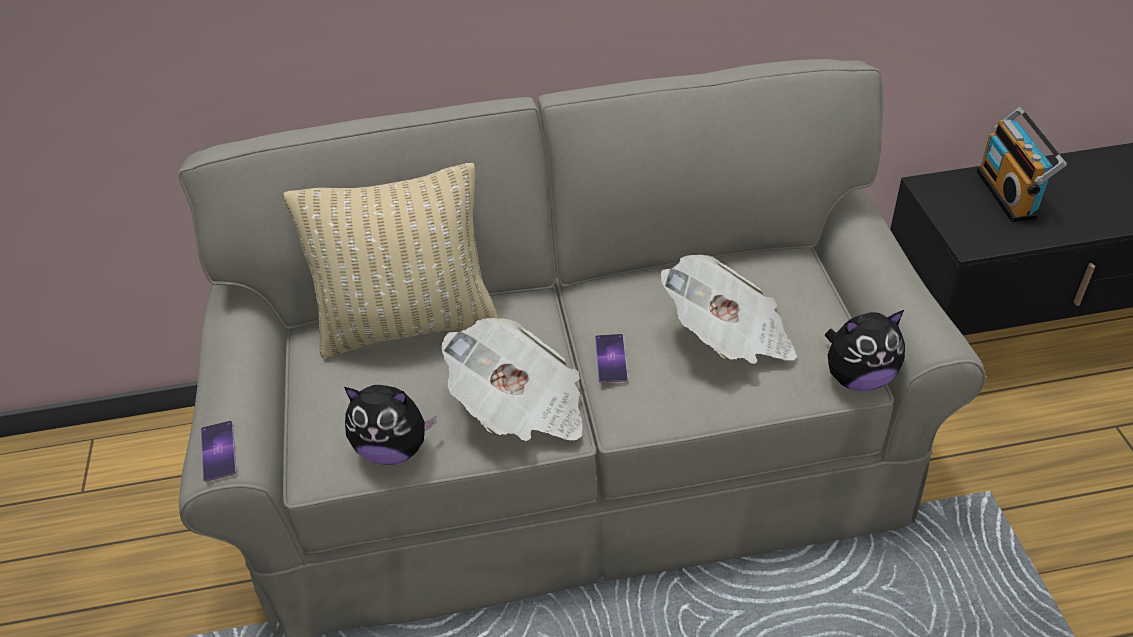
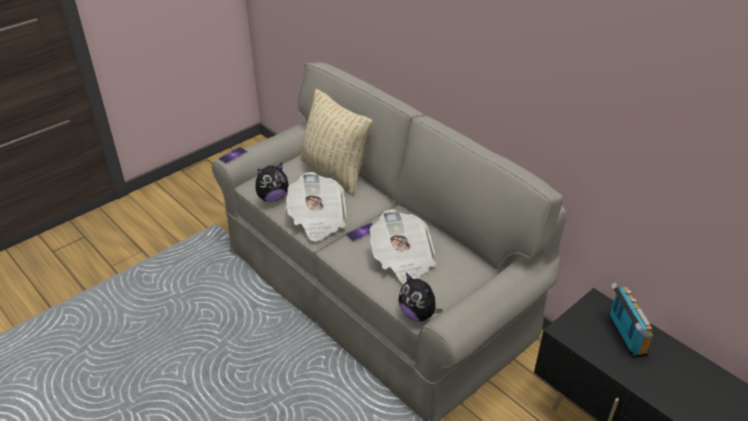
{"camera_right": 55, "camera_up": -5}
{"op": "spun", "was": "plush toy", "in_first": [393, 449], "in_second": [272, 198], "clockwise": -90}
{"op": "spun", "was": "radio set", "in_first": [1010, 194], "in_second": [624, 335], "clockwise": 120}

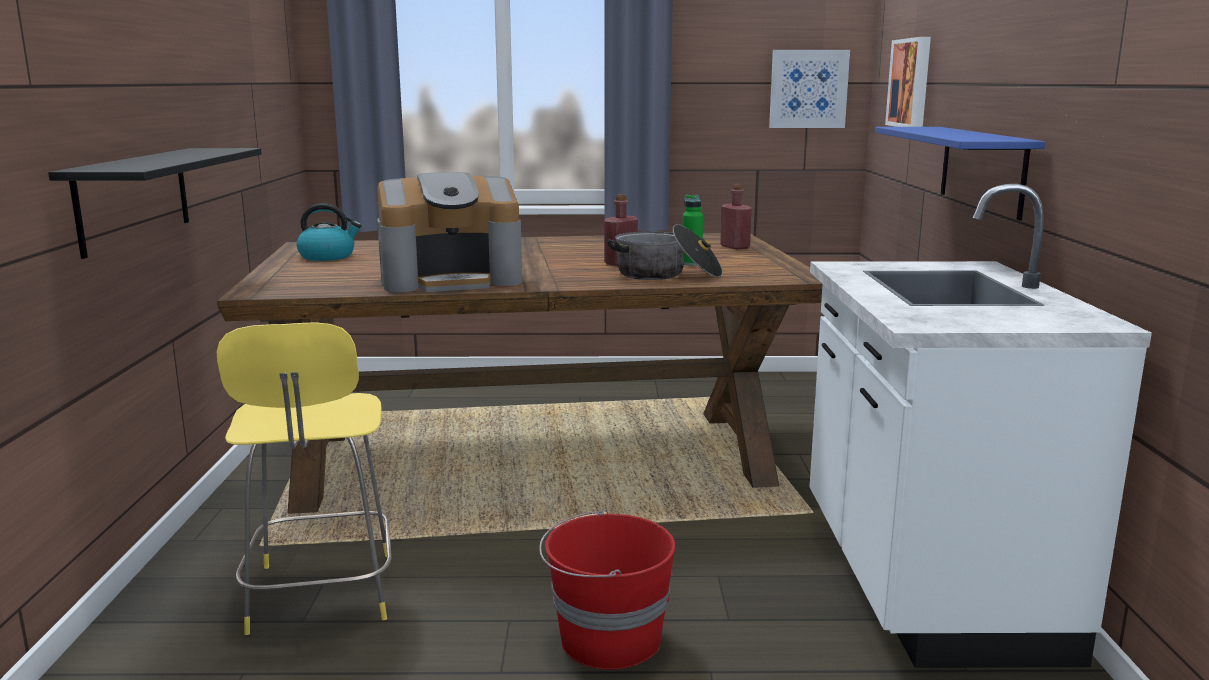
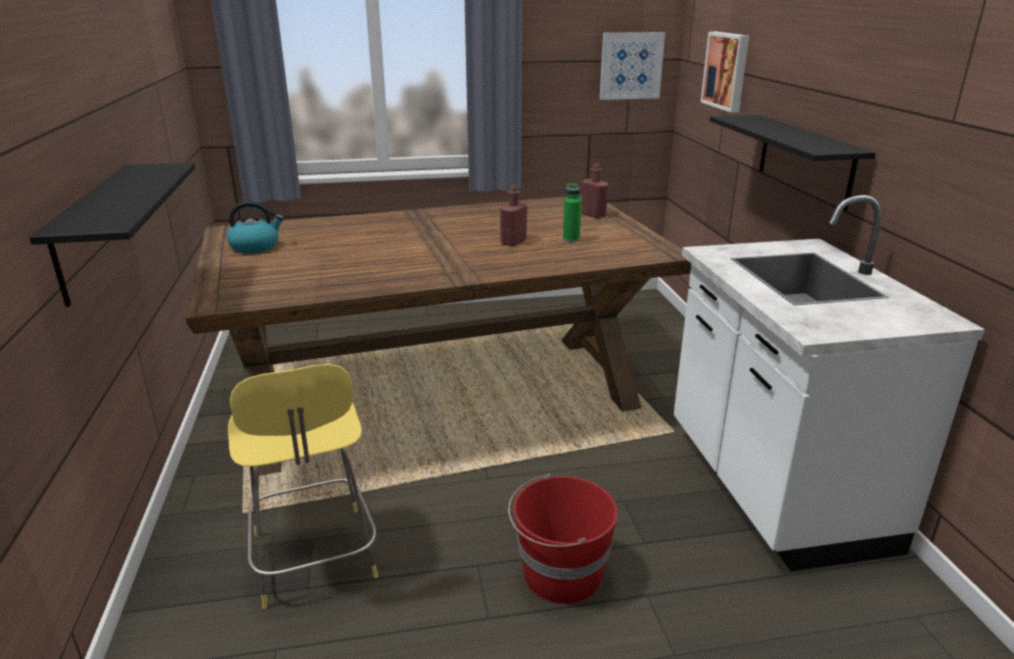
{"camera_right": -10, "camera_up": 10}
{"op": "colour", "was": "wall shelf/blue-coloured", "now": "wall shelf/blackish", "in_first": [982, 169], "in_second": [805, 160]}
{"op": "missing", "was": "coffee machine", "in_first": [452, 279]}
{"op": "missing", "was": "stockpot", "in_first": [667, 274]}

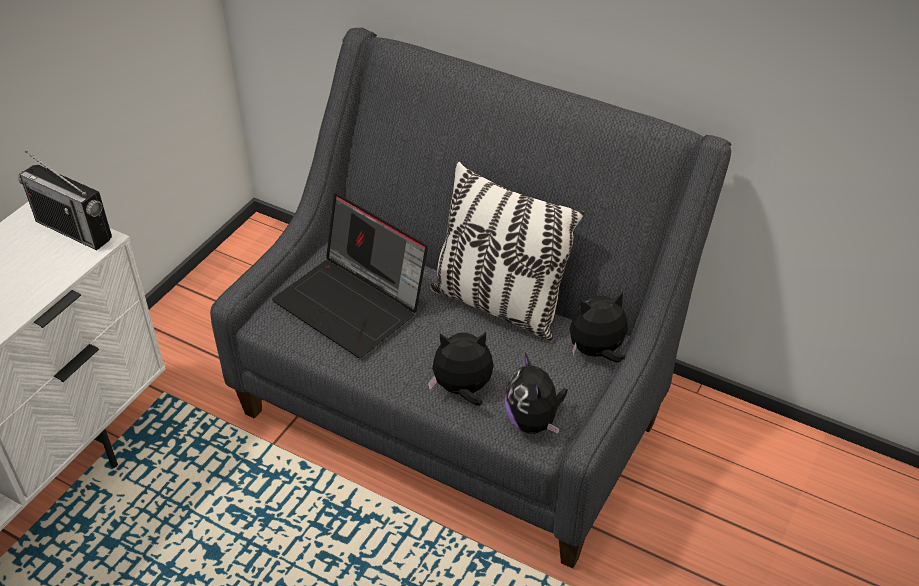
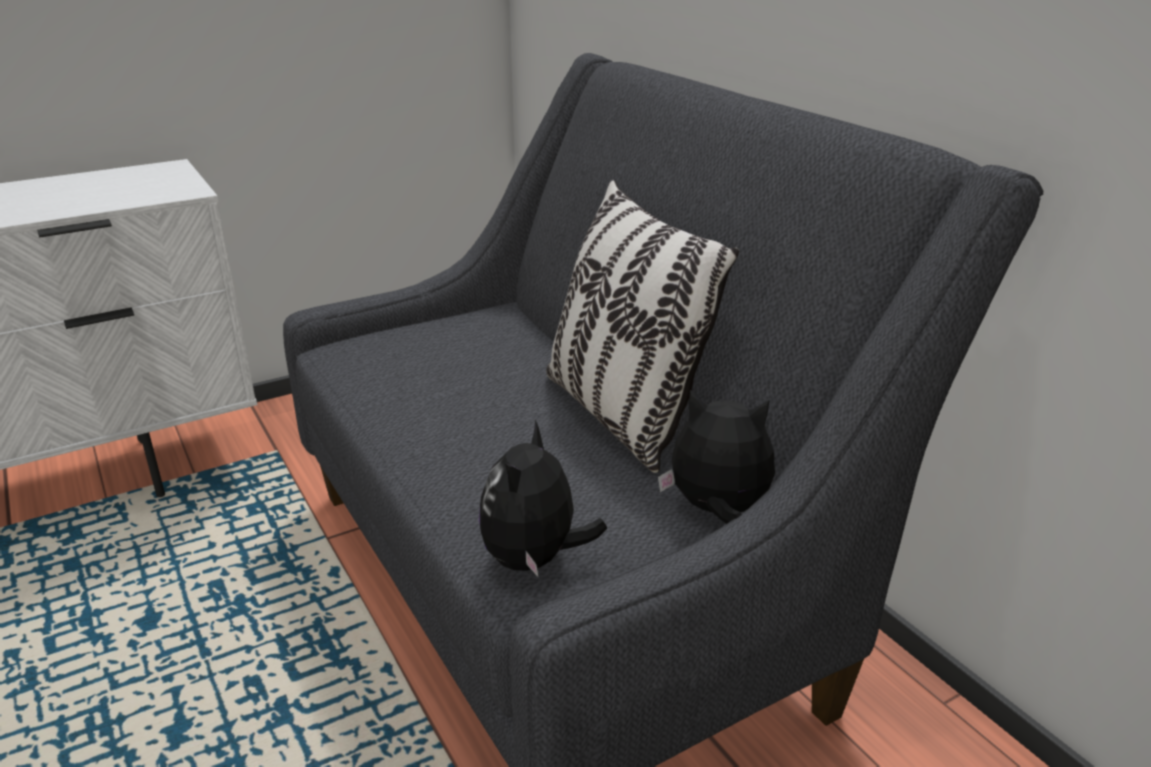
{"camera_right": 30, "camera_up": -15}
{"op": "missing", "was": "radio set", "in_first": [74, 230]}
{"op": "missing", "was": "notebook computer", "in_first": [353, 304]}
{"op": "missing", "was": "plush toy", "in_first": [462, 390]}

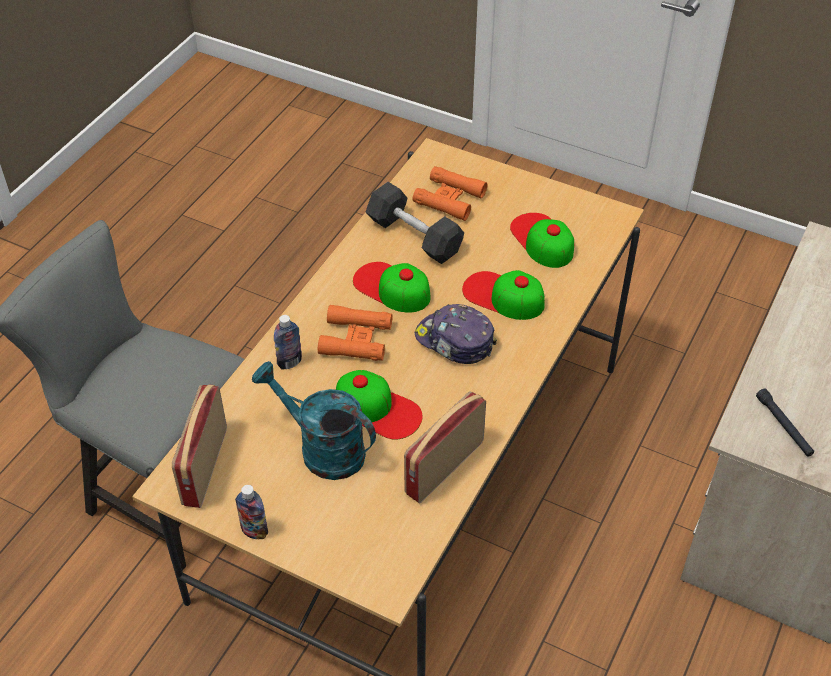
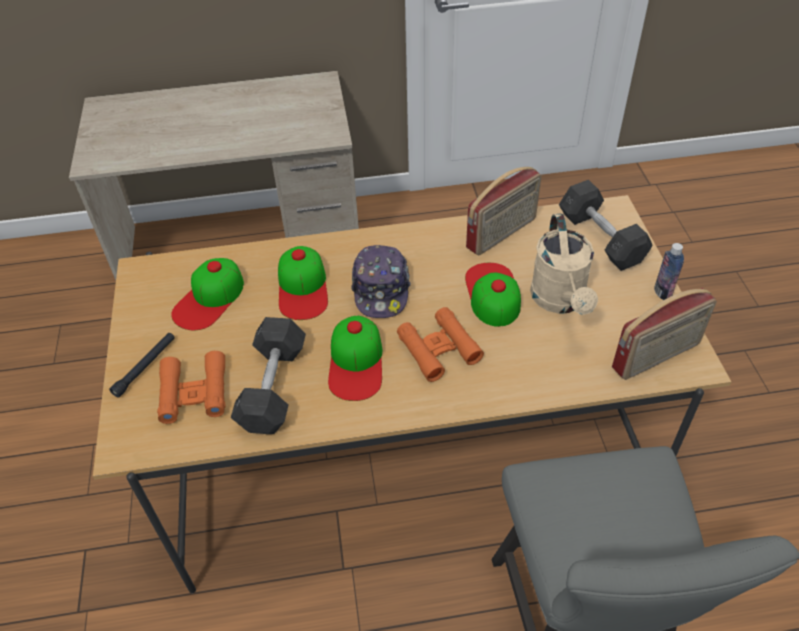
{"camera_right": -125, "camera_up": 0}
{"op": "relocated", "was": "flashlight/blackish", "in_first": [784, 426], "in_second": [145, 367]}
{"op": "spun", "was": "radio set", "in_first": [443, 467], "in_second": [502, 234], "clockwise": -45}
{"op": "colour", "was": "watering pot/turquoise-coloured", "now": "watering pot/sand-coloured", "in_first": [322, 449], "in_second": [560, 301]}
{"op": "appeared", "now": "free weight/gray", "in_second": [601, 238]}
{"op": "missing", "was": "beverage bottle", "in_first": [289, 362]}

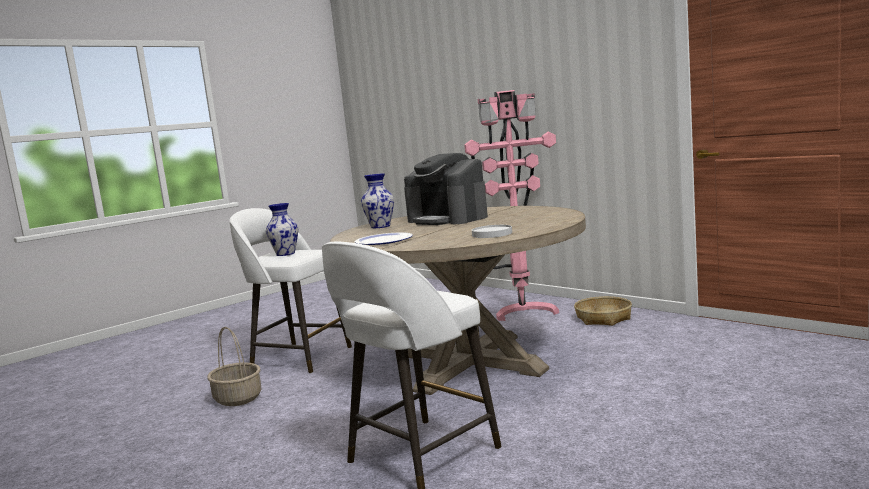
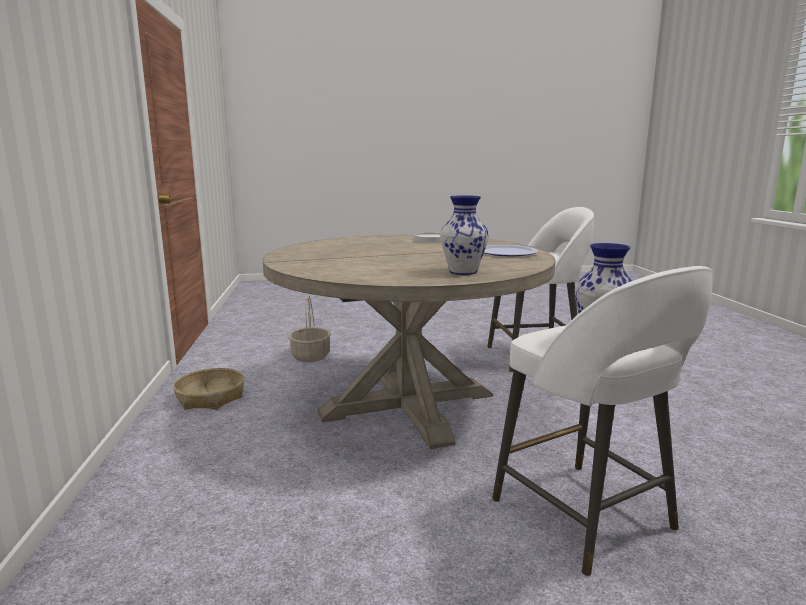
{"camera_right": -145, "camera_up": 5}
{"op": "relocated", "was": "basket", "in_first": [237, 398], "in_second": [311, 356]}
{"op": "missing", "was": "coffee machine", "in_first": [448, 219]}
{"op": "missing", "was": "floor lamp/pinkish", "in_first": [523, 310]}

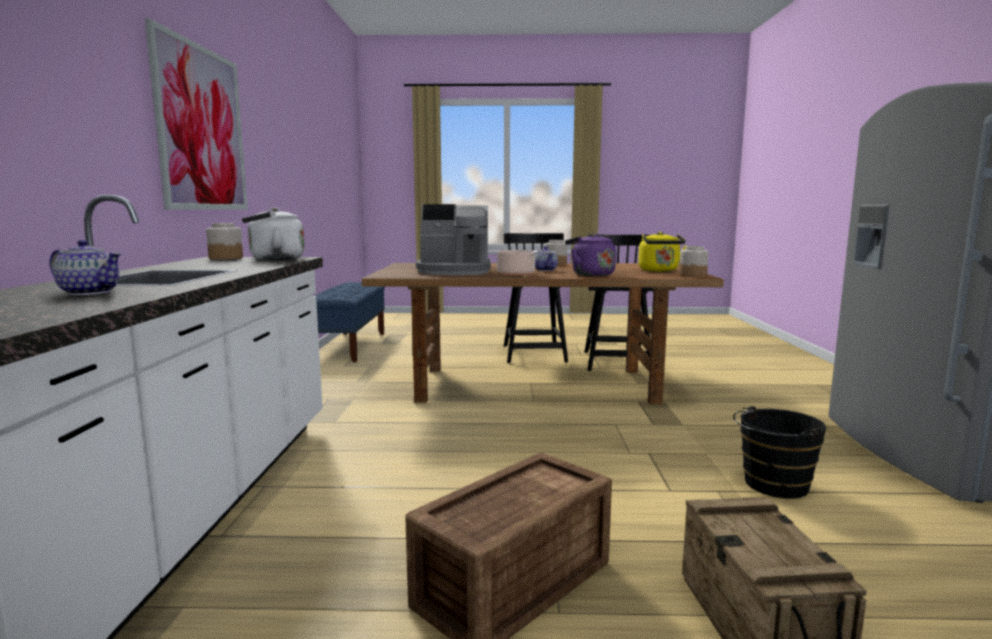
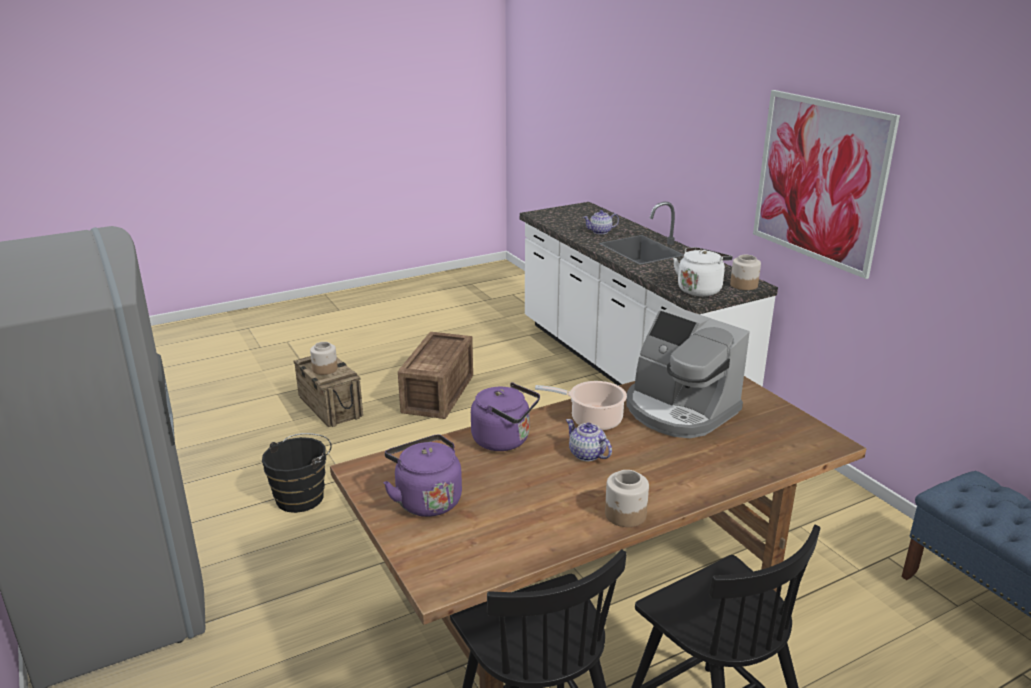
{"camera_right": 150, "camera_up": 15}
{"op": "relocated", "was": "preserve jar", "in_first": [693, 275], "in_second": [325, 369]}
{"op": "colour", "was": "kettle/yellow", "now": "kettle/purplish", "in_first": [659, 271], "in_second": [426, 500]}
{"op": "spun", "was": "coffee machine", "in_first": [455, 271], "in_second": [679, 410], "clockwise": -105}

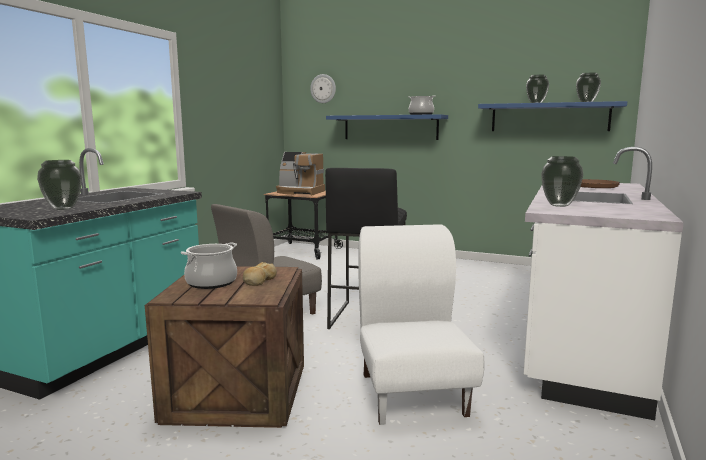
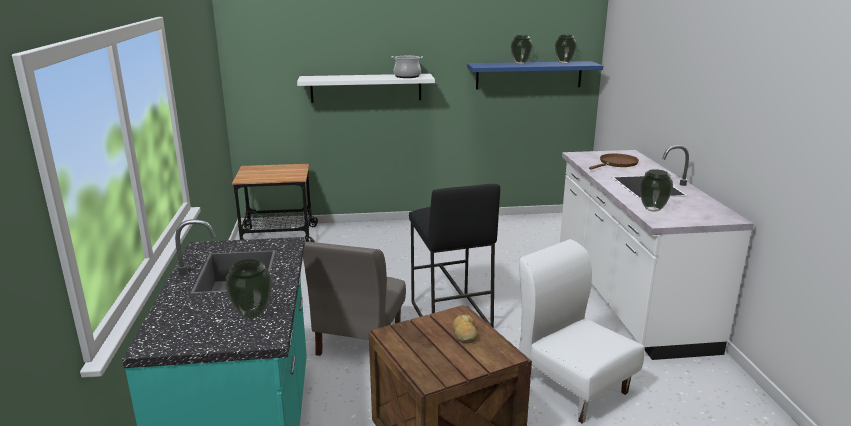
{"camera_right": -30, "camera_up": 10}
{"op": "colour", "was": "wall shelf/blue-coloured", "now": "wall shelf/white", "in_first": [390, 127], "in_second": [366, 88]}
{"op": "missing", "was": "stockpot", "in_first": [211, 282]}
{"op": "missing", "was": "coffee machine", "in_first": [300, 192]}
{"op": "missing", "was": "clock on the wall", "in_first": [323, 88]}

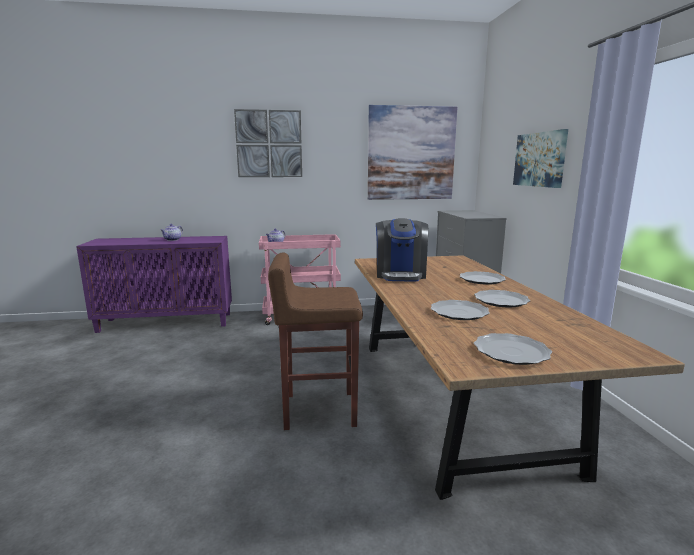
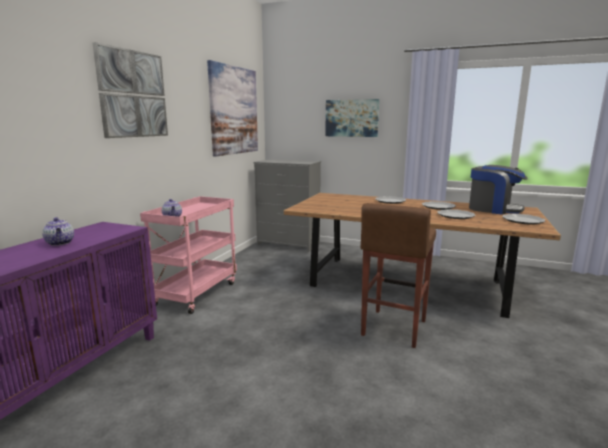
{"camera_right": -60, "camera_up": 0}
{"op": "relocated", "was": "coffee machine", "in_first": [400, 274], "in_second": [493, 209]}

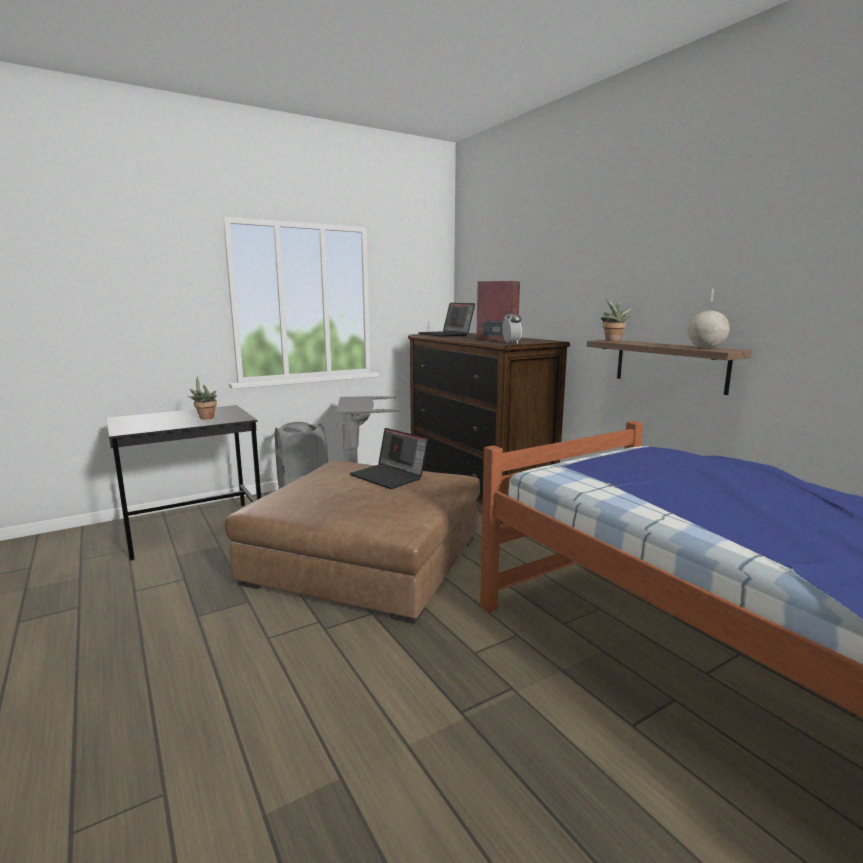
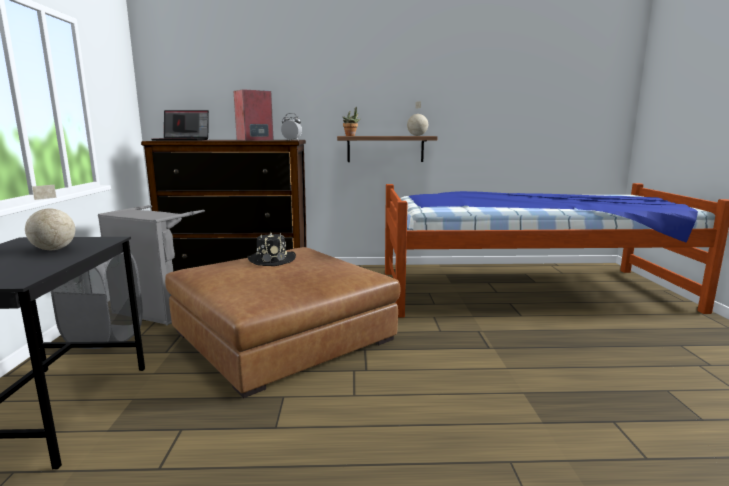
{"camera_right": -60, "camera_up": 0}
{"op": "exchanged", "was": "houseplant", "now": "world globe", "in_first": [205, 417], "in_second": [54, 249]}
{"op": "exchanged", "was": "notebook computer", "now": "clothing hat/blackish", "in_first": [390, 476], "in_second": [272, 259]}

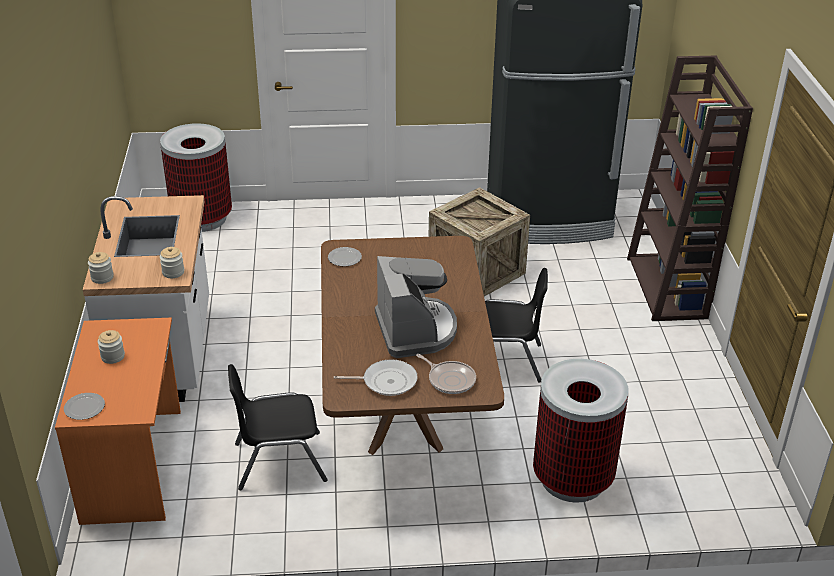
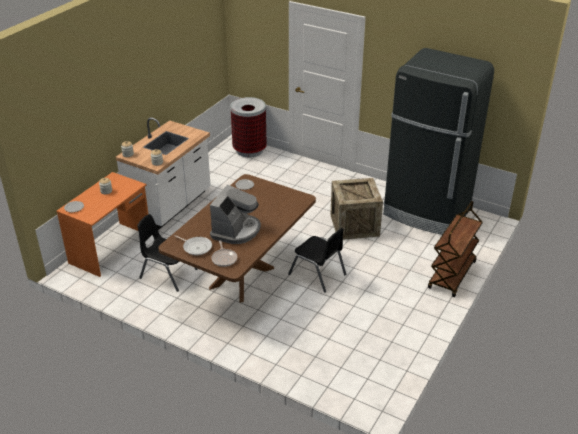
{"camera_right": 35, "camera_up": 0}
{"op": "exchanged", "was": "bookcase/brown-coloured", "now": "cart/brown-coloured", "in_first": [668, 288], "in_second": [452, 275]}
{"op": "missing", "was": "waste bin", "in_first": [572, 478]}

